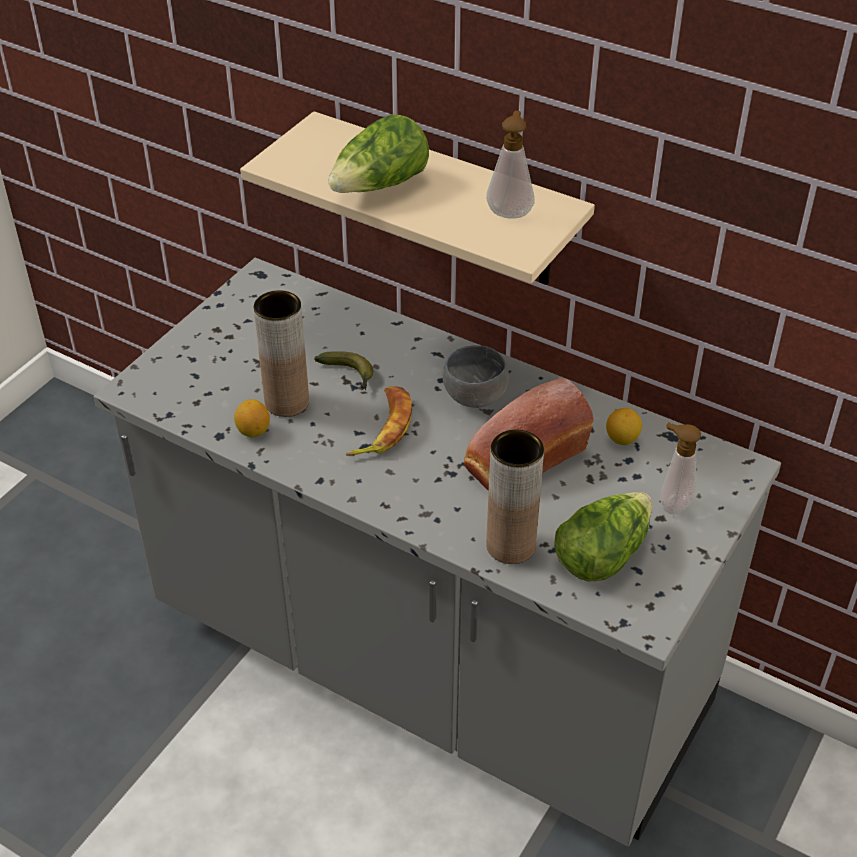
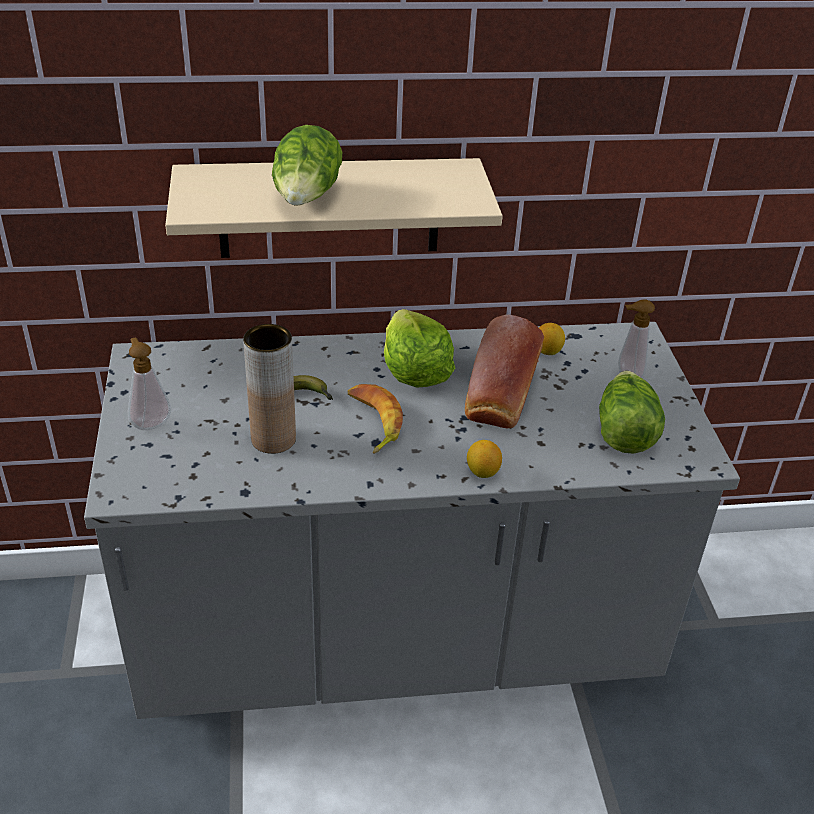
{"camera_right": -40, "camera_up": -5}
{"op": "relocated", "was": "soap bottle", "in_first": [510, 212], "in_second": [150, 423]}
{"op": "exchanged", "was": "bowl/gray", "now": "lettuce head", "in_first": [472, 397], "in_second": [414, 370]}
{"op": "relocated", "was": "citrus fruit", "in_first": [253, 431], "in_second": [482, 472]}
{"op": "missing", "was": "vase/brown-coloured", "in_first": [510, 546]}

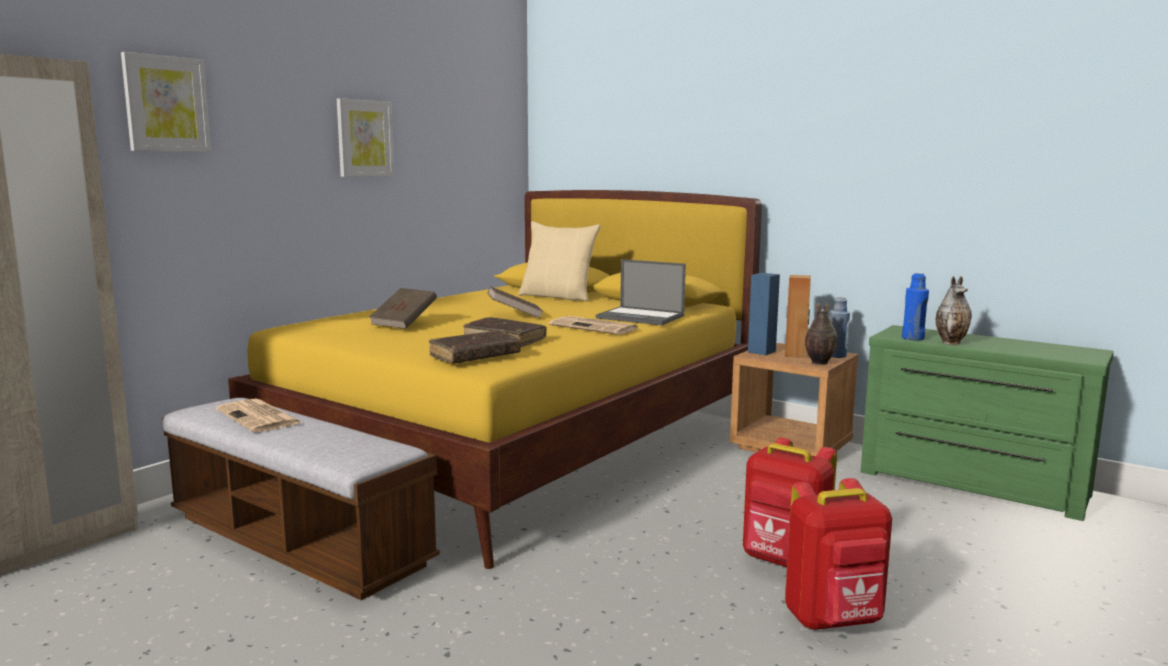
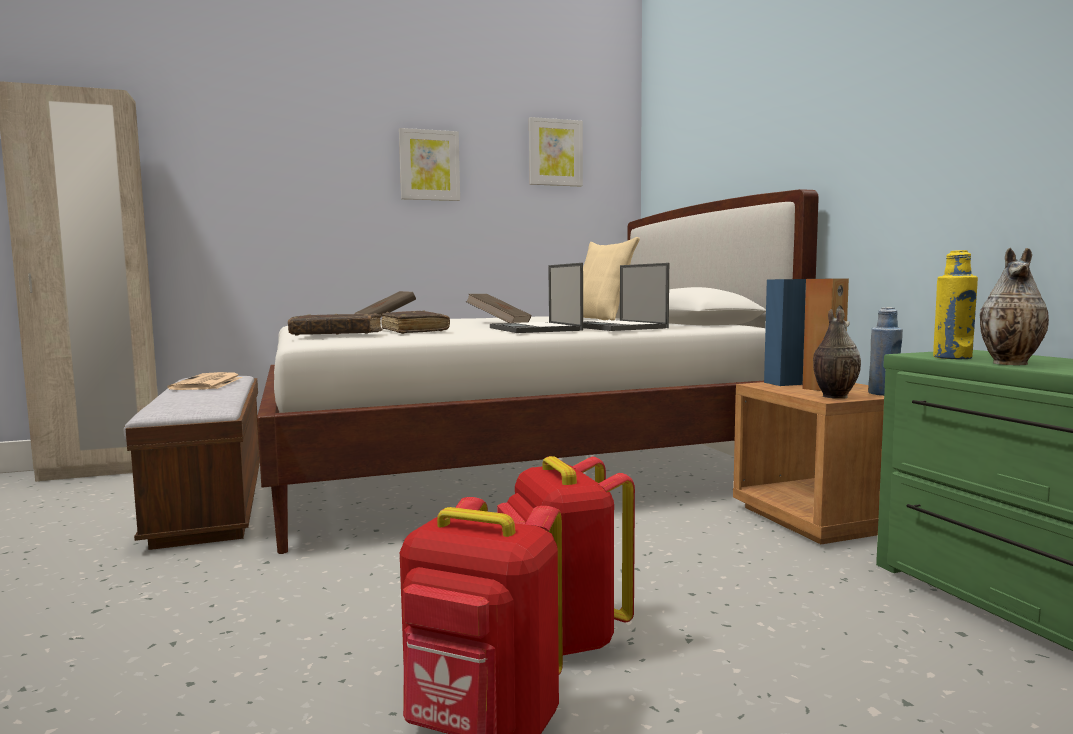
{"camera_right": 35, "camera_up": -5}
{"op": "colour", "was": "bed/yellow", "now": "bed/white", "in_first": [520, 449], "in_second": [512, 469]}
{"op": "exchanged", "was": "newspaper", "now": "notebook computer", "in_first": [595, 327], "in_second": [535, 329]}
{"op": "relocated", "was": "wall picture", "in_first": [166, 104], "in_second": [555, 152]}
{"op": "colour", "was": "beverage bottle/blue-coloured", "now": "beverage bottle/yellow", "in_first": [913, 338], "in_second": [952, 357]}

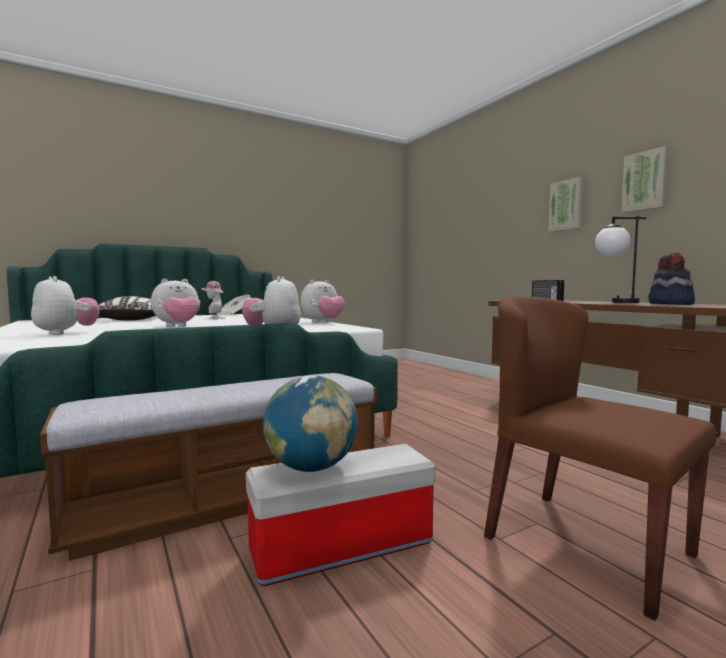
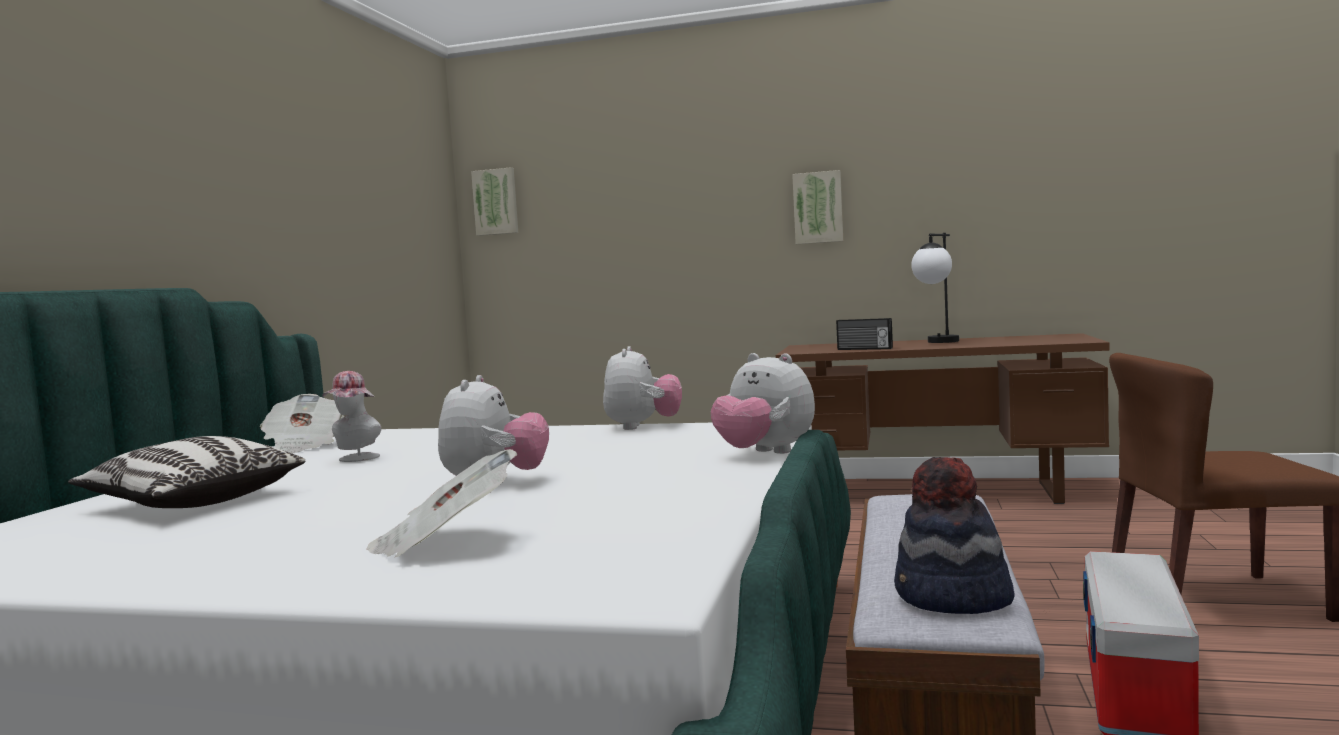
{"camera_right": -45, "camera_up": 0}
{"op": "exchanged", "was": "plush toy", "now": "newspaper", "in_first": [66, 333], "in_second": [444, 543]}
{"op": "relocated", "was": "wall picture", "in_first": [645, 181], "in_second": [496, 202]}
{"op": "relocated", "was": "clothing hat", "in_first": [670, 304], "in_second": [952, 599]}
{"op": "missing", "was": "world globe", "in_first": [311, 467]}

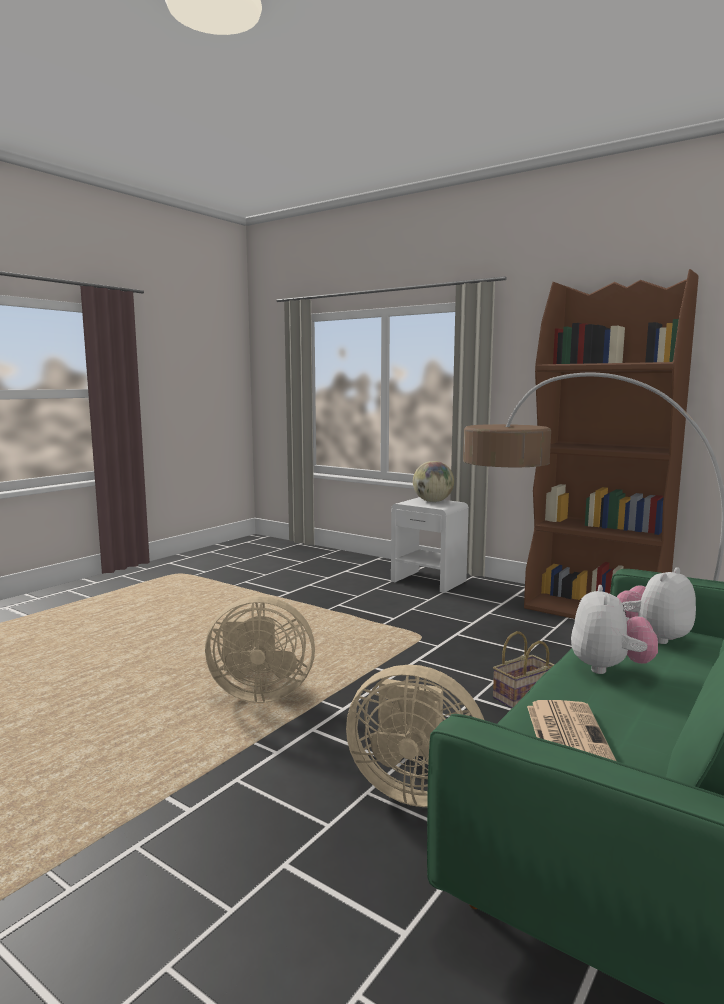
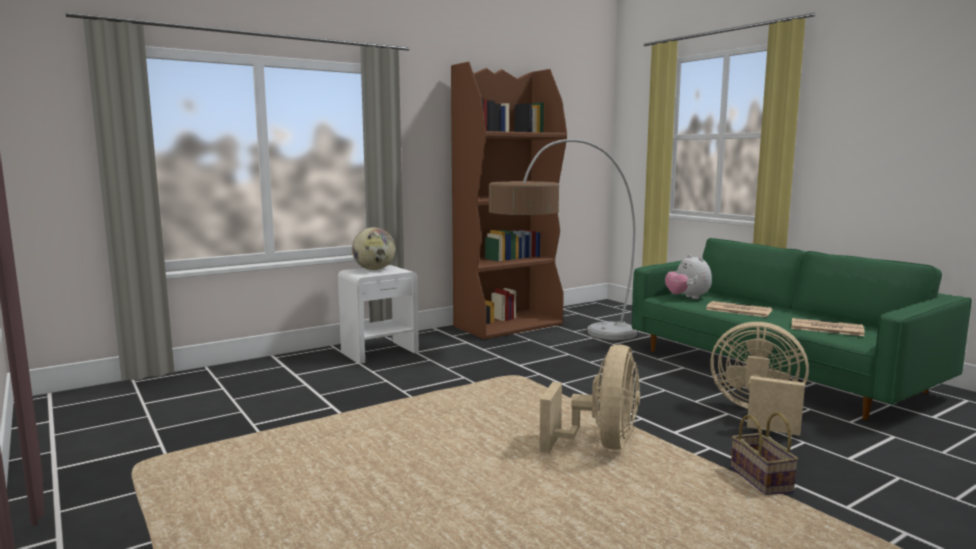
{"camera_right": -70, "camera_up": 0}
{"op": "exchanged", "was": "plush toy", "now": "newspaper", "in_first": [609, 668], "in_second": [737, 310]}
{"op": "spun", "was": "fan/sand-coloured", "in_first": [414, 788], "in_second": [757, 414], "clockwise": -105}
{"op": "relocated", "was": "basket", "in_first": [522, 697], "in_second": [763, 480]}

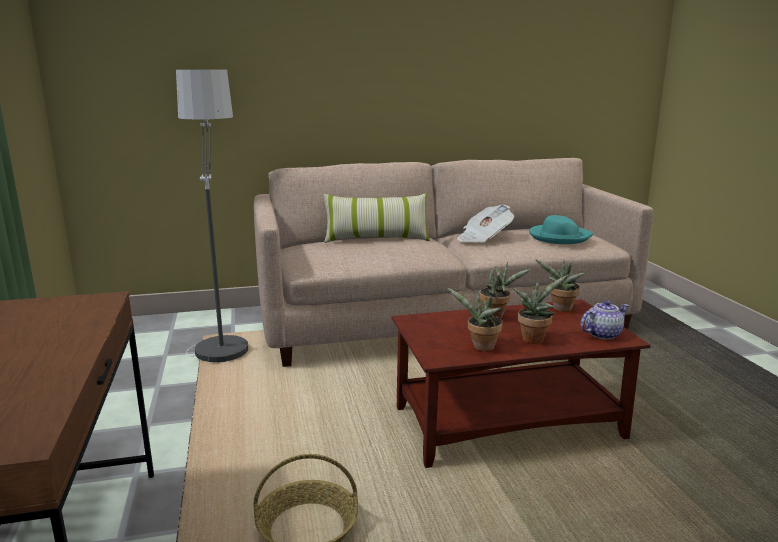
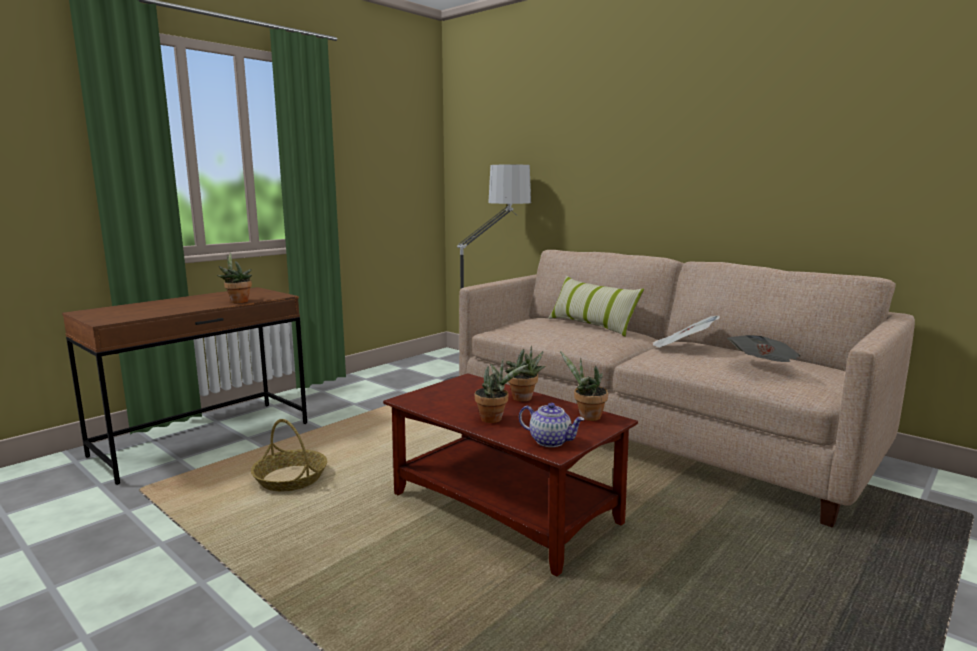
{"camera_right": 55, "camera_up": -5}
{"op": "relocated", "was": "houseplant", "in_first": [480, 347], "in_second": [238, 301]}
{"op": "exchanged", "was": "clothing hat/turquoise-coloured", "now": "newspaper", "in_first": [559, 237], "in_second": [763, 367]}

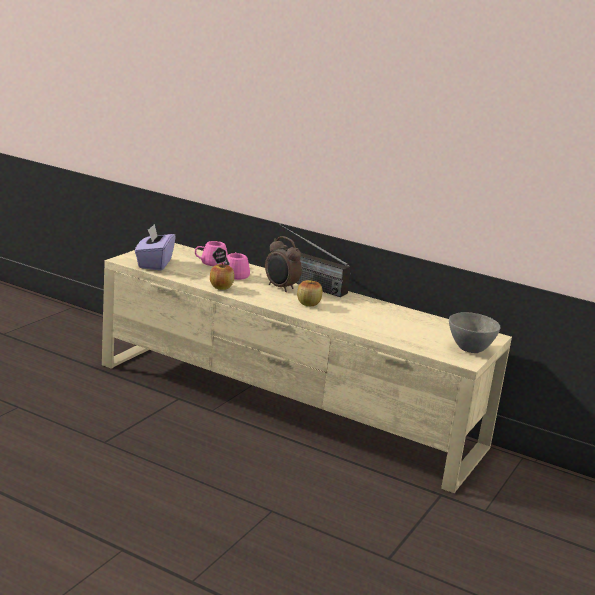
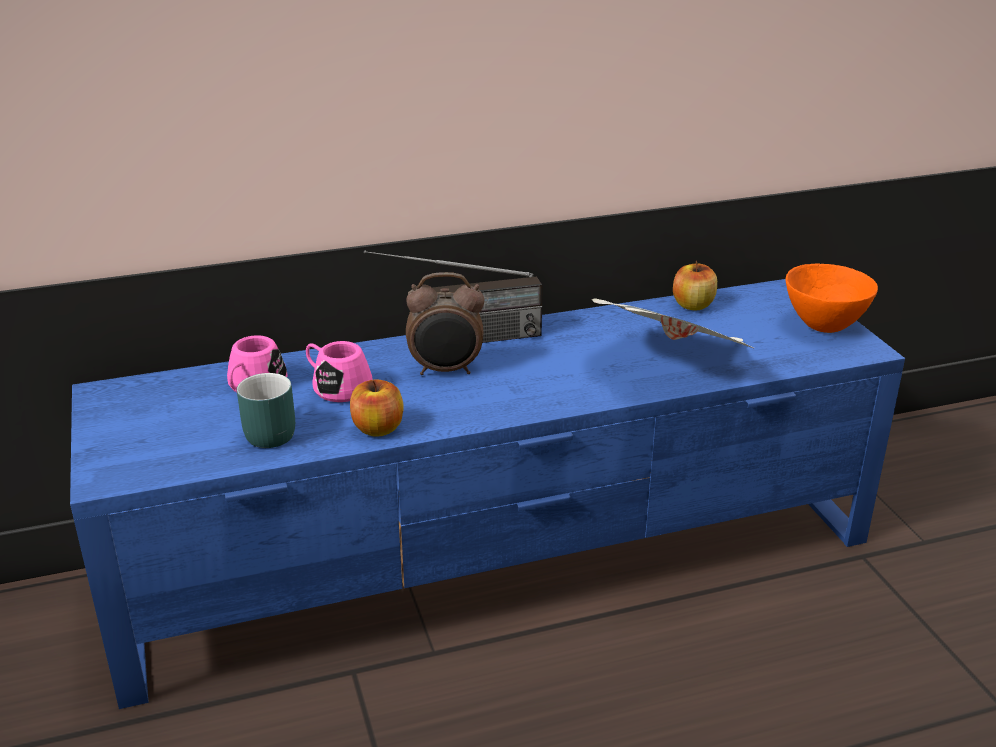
{"camera_right": -45, "camera_up": 10}
{"op": "colour", "was": "tv stand/sand-coloured", "now": "tv stand/blue-coloured", "in_first": [288, 405], "in_second": [501, 557]}
{"op": "appeared", "now": "mug/turquoise-coloured", "in_second": [268, 431]}
{"op": "appeared", "now": "newspaper", "in_second": [676, 364]}
{"op": "relocated", "was": "whole apple", "in_first": [308, 304], "in_second": [693, 305]}
{"op": "colour", "was": "bowl/gray", "now": "bowl/orange", "in_first": [469, 349], "in_second": [823, 326]}
{"op": "missing", "was": "tissue holder/purplish", "in_first": [154, 263]}

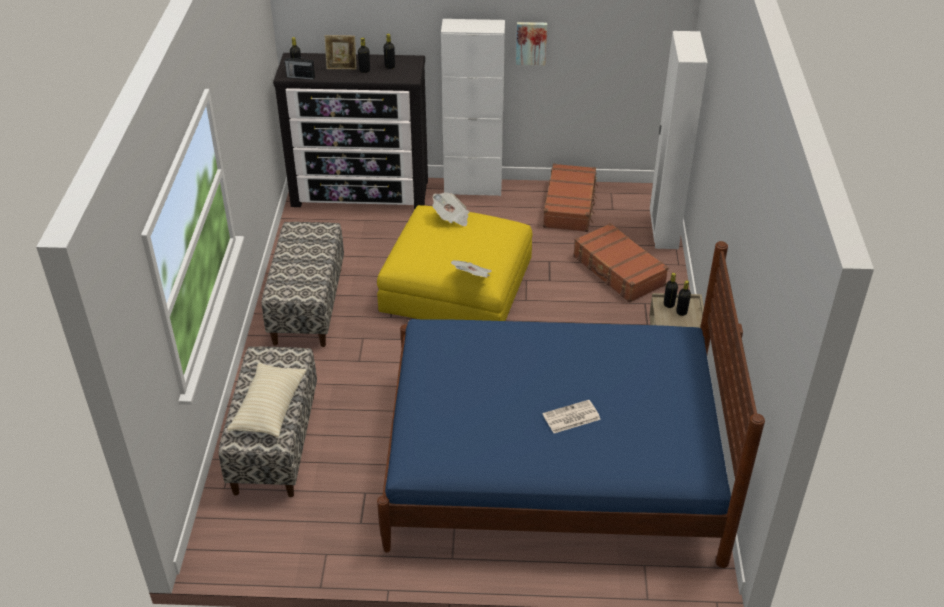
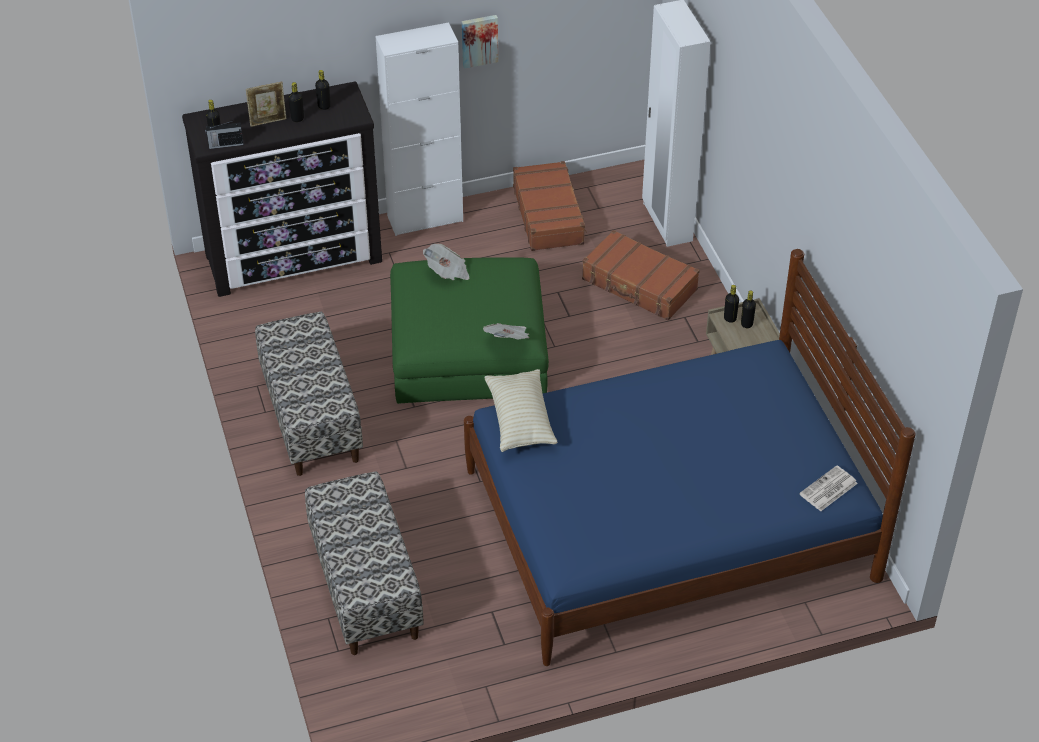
{"camera_right": -20, "camera_up": 5}
{"op": "colour", "was": "pouffe/yellow", "now": "pouffe/green", "in_first": [457, 284], "in_second": [468, 347]}
{"op": "relocated", "was": "throw pillow/sand-coloured", "in_first": [269, 408], "in_second": [520, 420]}
{"op": "relocated", "was": "newspaper", "in_first": [571, 417], "in_second": [828, 489]}

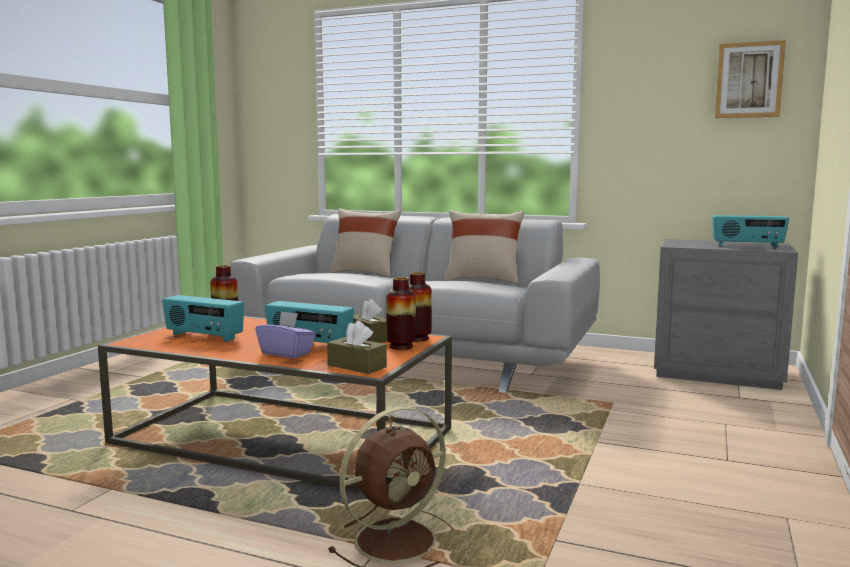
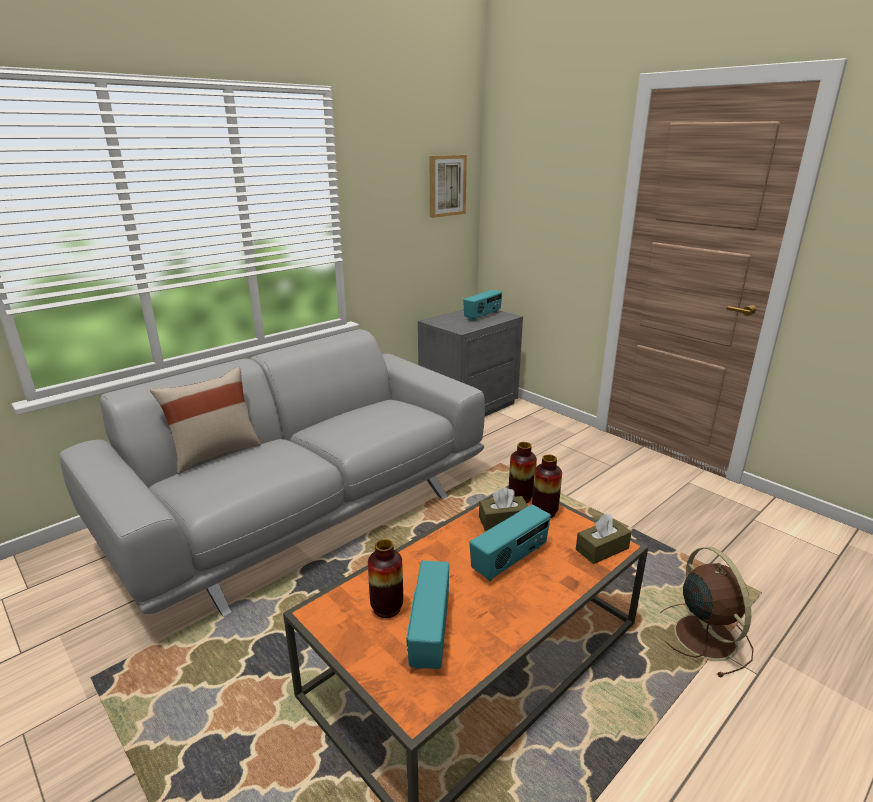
{"camera_right": -65, "camera_up": 15}
{"op": "spun", "was": "radio set", "in_first": [203, 337], "in_second": [428, 633], "clockwise": 135}
{"op": "missing", "was": "tissue holder/purplish", "in_first": [287, 353]}
{"op": "missing", "was": "throw pillow/sand-coloured", "in_first": [483, 280]}

